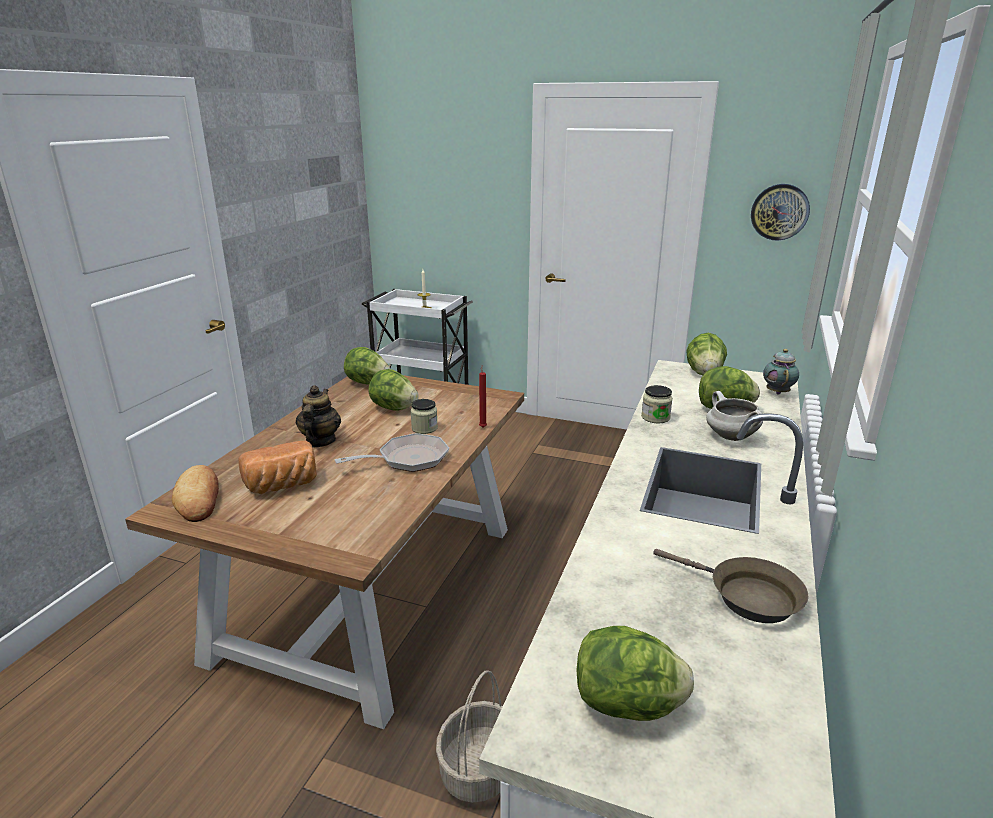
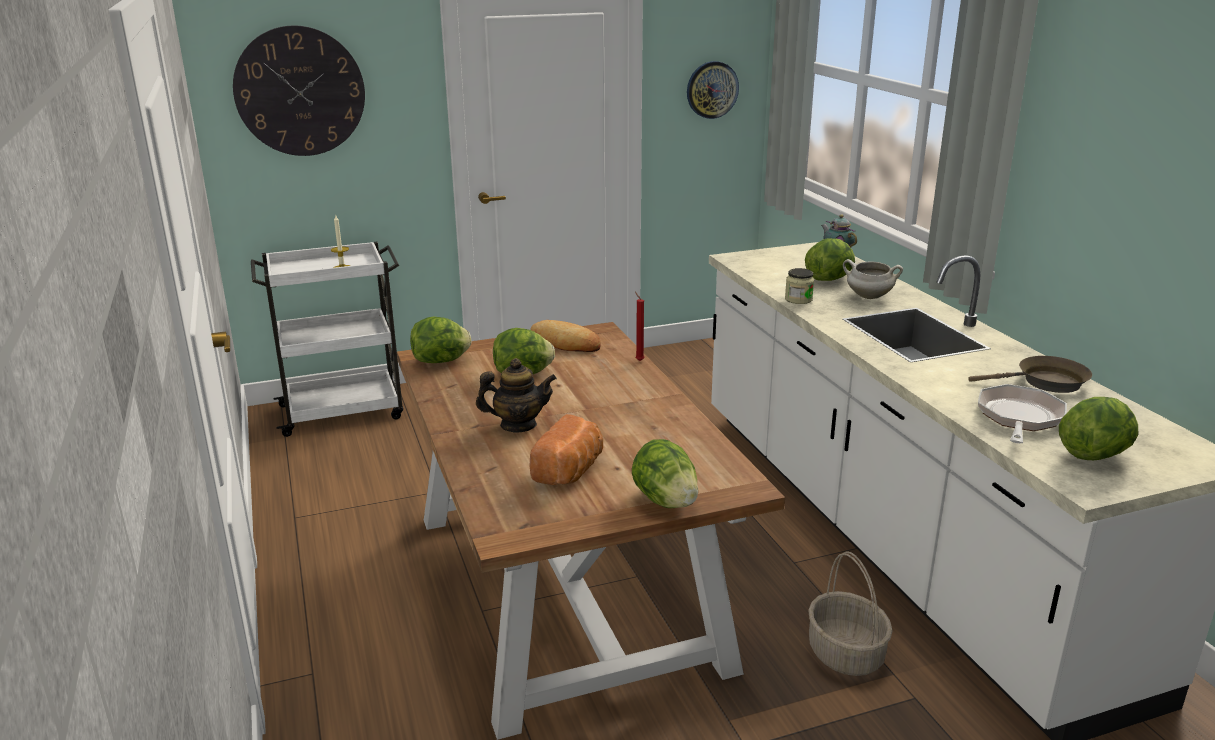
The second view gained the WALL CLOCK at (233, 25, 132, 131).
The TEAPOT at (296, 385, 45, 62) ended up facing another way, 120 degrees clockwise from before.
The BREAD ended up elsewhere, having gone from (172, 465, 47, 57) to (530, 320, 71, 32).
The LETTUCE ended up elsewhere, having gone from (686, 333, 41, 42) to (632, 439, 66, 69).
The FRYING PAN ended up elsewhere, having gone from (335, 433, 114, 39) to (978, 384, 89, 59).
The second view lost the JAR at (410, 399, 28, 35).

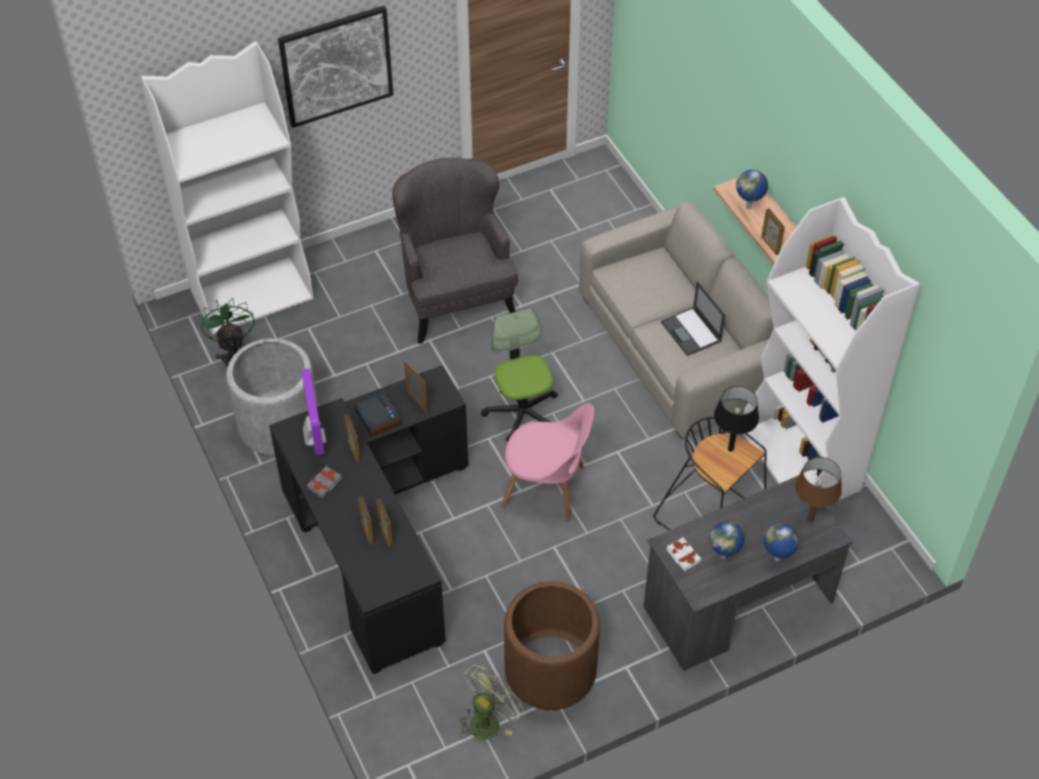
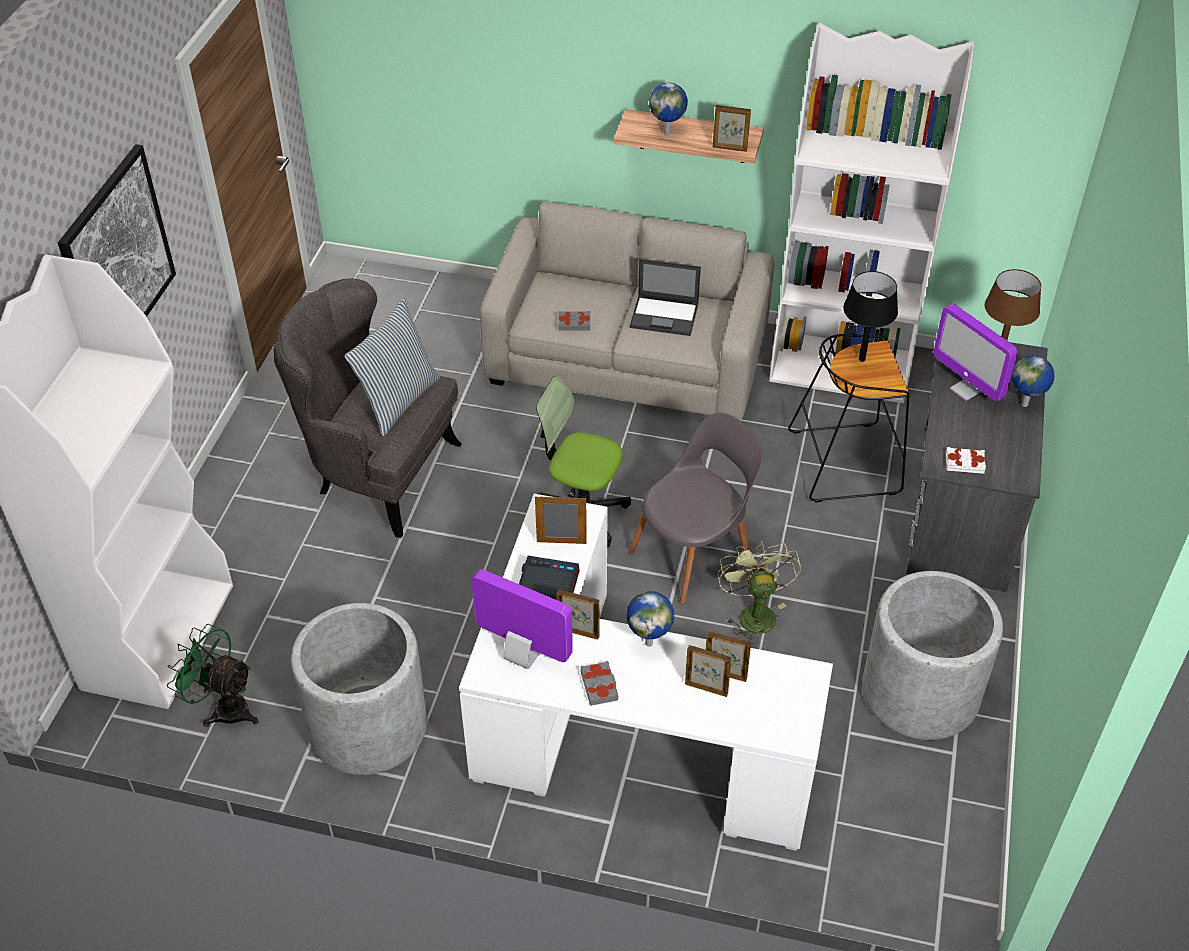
The second view gained the PILLOW at (344, 298, 96, 138).
What was the BLACK DESK at (269, 365, 199, 309) turned into the WHITE DESK at (459, 494, 374, 357).
The second view gained the GREY BOOK at (558, 311, 32, 20).
The GLOBE ended up elsewhere, having gone from (709, 521, 35, 38) to (626, 591, 48, 56).
What was the PINK CHAIR at (501, 403, 93, 118) turned into the GREY CHAIR at (629, 413, 134, 191).
The GREEN FAN ended up elsewhere, having gone from (460, 665, 64, 75) to (718, 541, 83, 103).
What was the BROWN PLANTER at (504, 581, 96, 129) turned into the GREY PLANTER at (862, 571, 141, 169).
The second view gained the MONITOR at (933, 304, 85, 97).

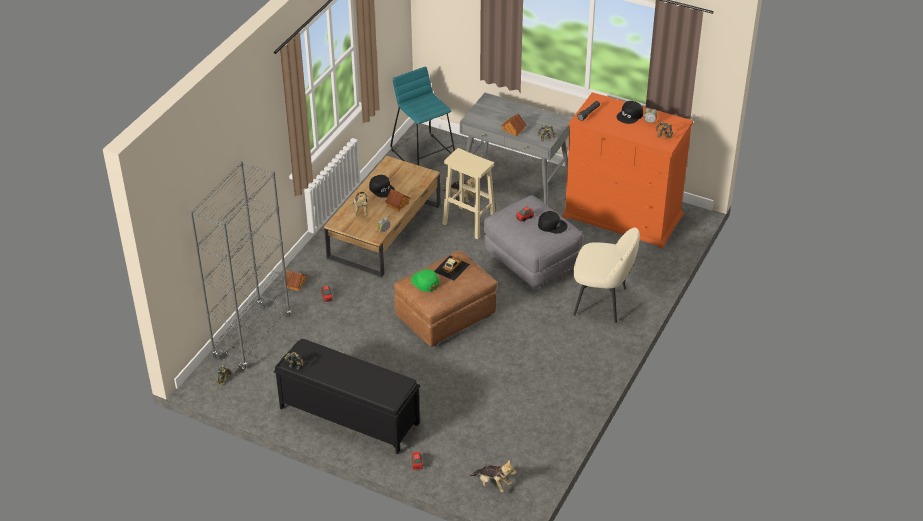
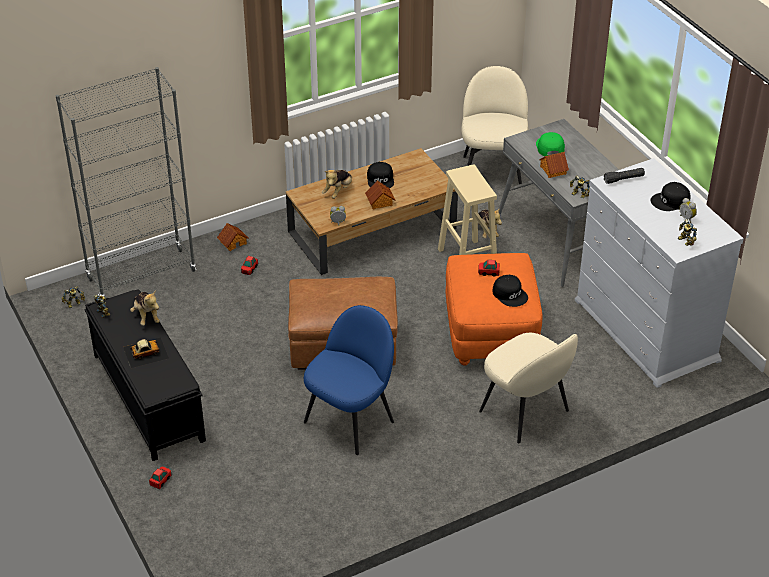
The TOY CAR ended up elsewhere, having gone from (434, 256, 36, 25) to (123, 337, 46, 31).
The PLUSH TOY ended up elsewhere, having gone from (470, 460, 47, 32) to (130, 292, 30, 34).
The second view gained the BLUE CHAIR at (304, 305, 90, 150).
What was the GREY OTTOMAN at (484, 195, 99, 97) turned into the ORANGE OTTOMAN at (446, 253, 96, 113).
Where the TURQUOISE STOOL stood at (390, 67, 65, 99), the BEIGE CHAIR came to stand at (461, 66, 67, 118).
The GREEN CAP ended up elsewhere, having gone from (411, 269, 28, 23) to (536, 132, 29, 24).
What was the ORANGE DRESSER at (562, 92, 131, 157) turned into the WHITE DRESSER at (575, 158, 169, 230).

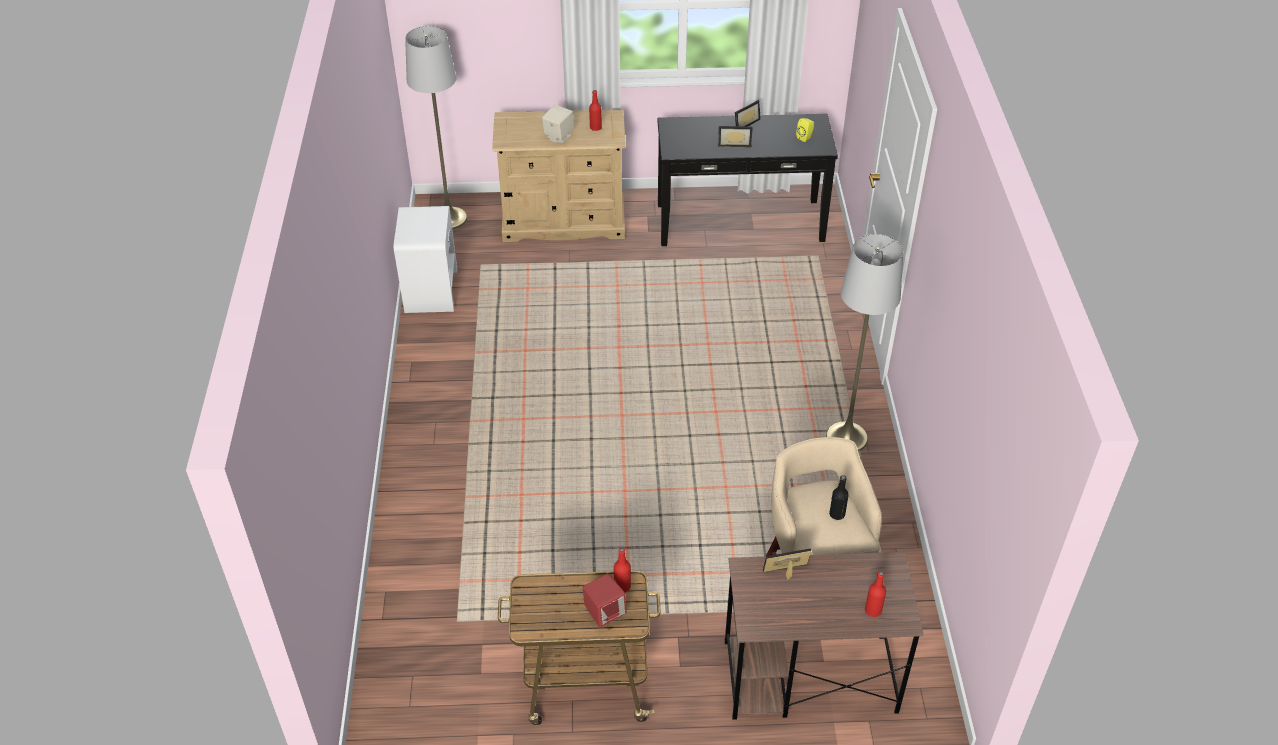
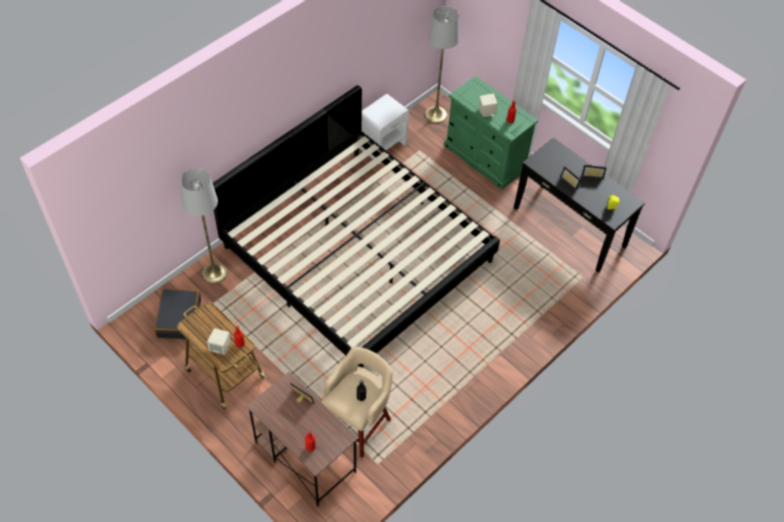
The second view gained the BLACK SUITCASE at (154, 289, 47, 50).
The GREY FLOOR LAMP ended up elsewhere, having gone from (826, 234, 77, 217) to (180, 168, 47, 116).
What was the RED SPEAKER at (583, 574, 44, 53) turned into the BEIGE SPEAKER at (207, 328, 23, 27).
The second view gained the BED at (213, 85, 287, 283).
What was the BEIGE DRESSER at (492, 109, 134, 133) turned into the GREEN DRESSER at (444, 76, 94, 114).

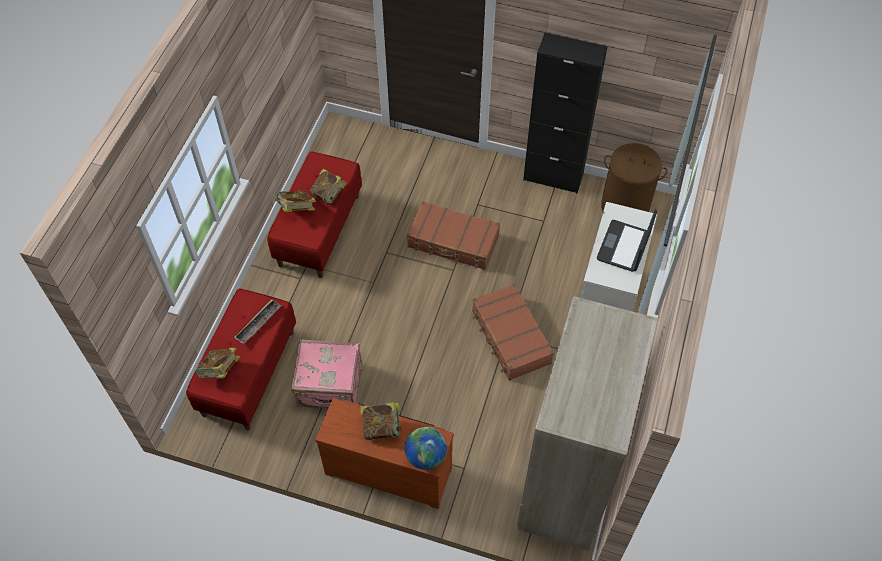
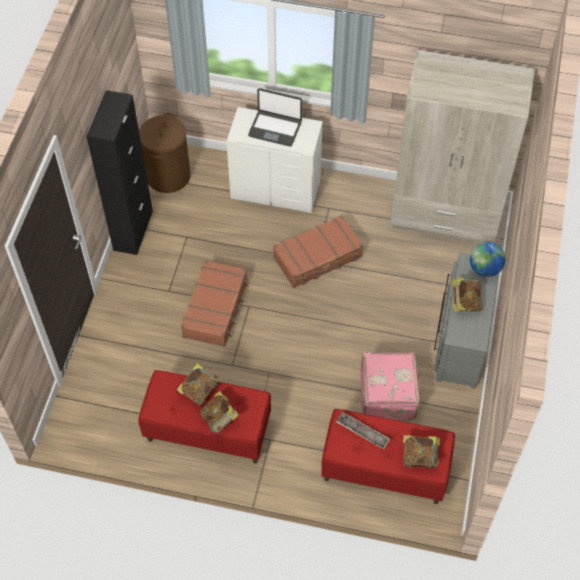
What was the BROWN DRESSER at (315, 398, 139, 111) turned into the GREY DRESSER at (434, 252, 65, 137).

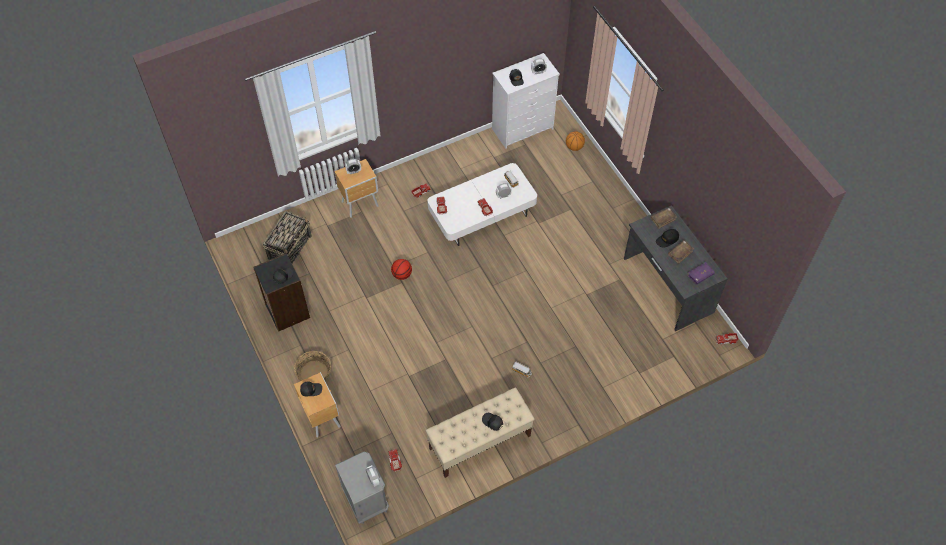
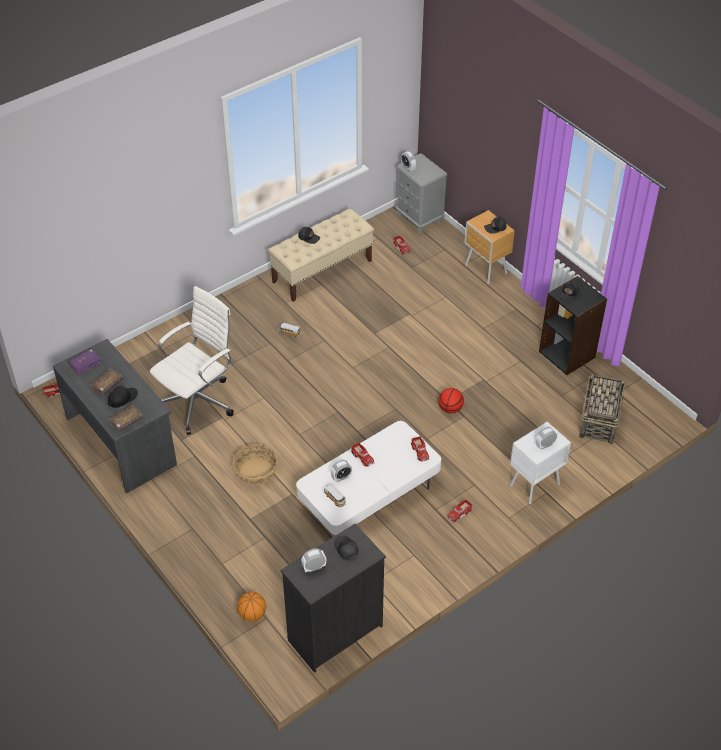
The second view gained the WHITE OFFICE CHAIR at (150, 286, 84, 149).
The BASKET ended up elsewhere, having gone from (294, 351, 37, 30) to (233, 444, 45, 40).
What was the WHITE DRESSER at (492, 53, 68, 96) turned into the BLACK DRESSER at (281, 524, 105, 149).
What was the BROWN NIGHTSTAND at (335, 159, 44, 59) turned into the WHITE NIGHTSTAND at (510, 422, 61, 82).

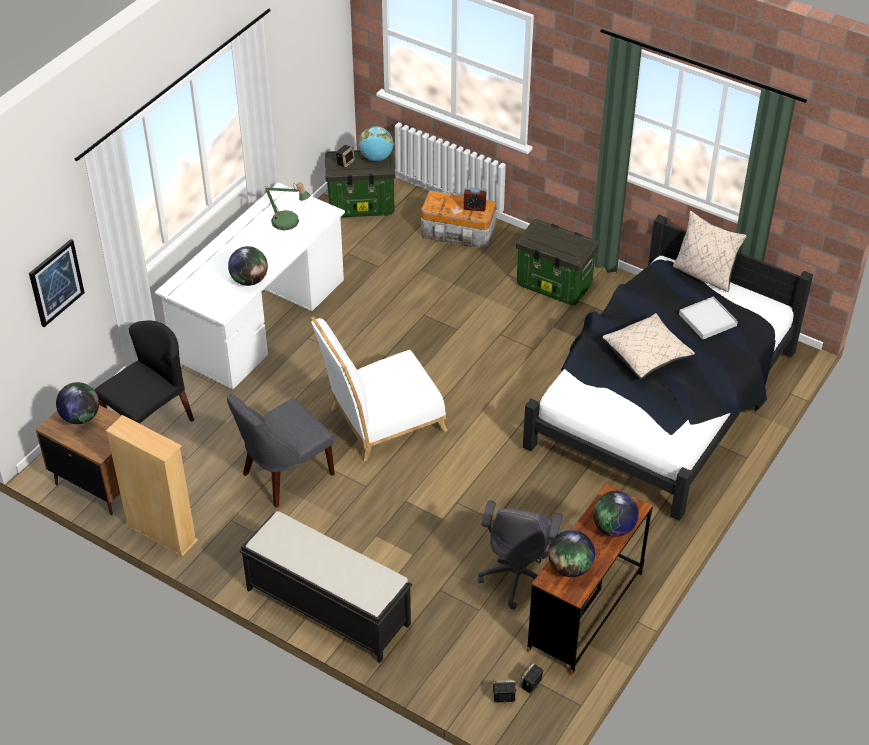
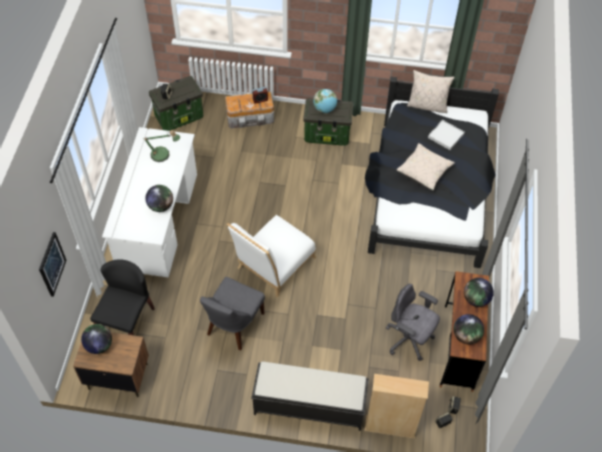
The GLOBE ended up elsewhere, having gone from (359, 126, 35, 35) to (313, 89, 24, 24).
The BEIGE BOOKCASE ended up elsewhere, having gone from (106, 415, 92, 142) to (365, 374, 64, 64).
The GREY OFFICE CHAIR at (478, 500, 85, 109) ended up facing another way, 135 degrees clockwise from before.

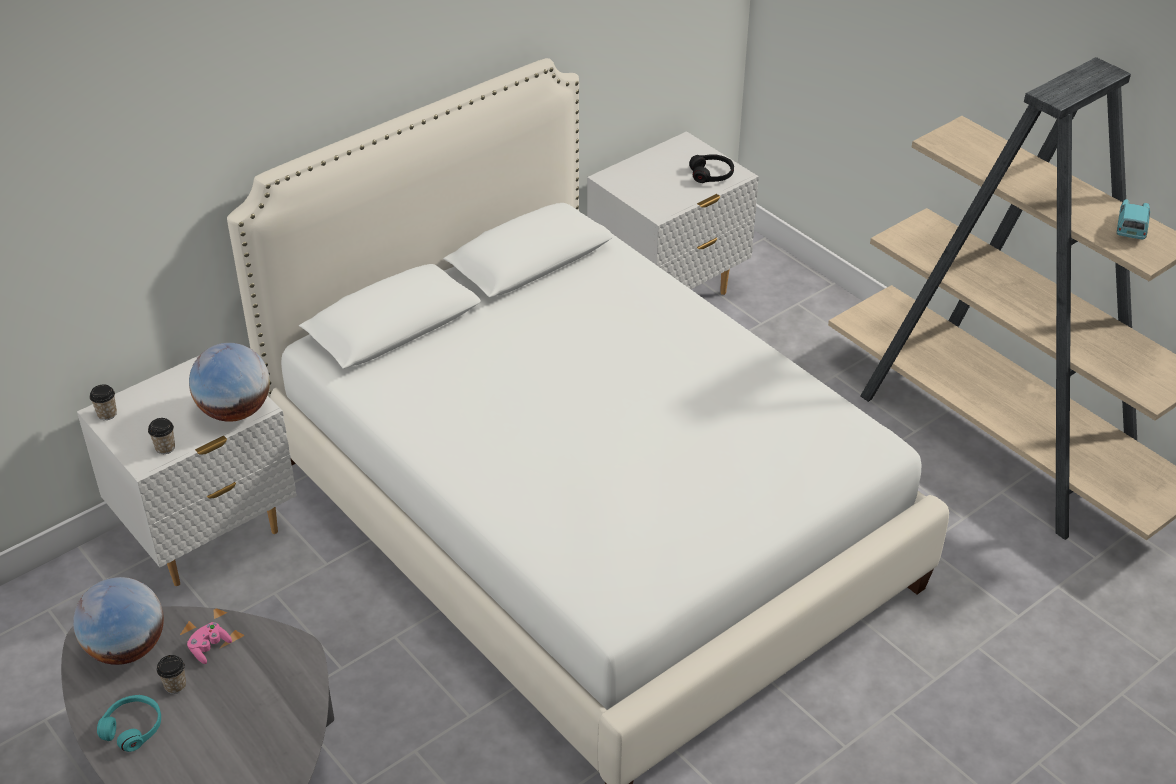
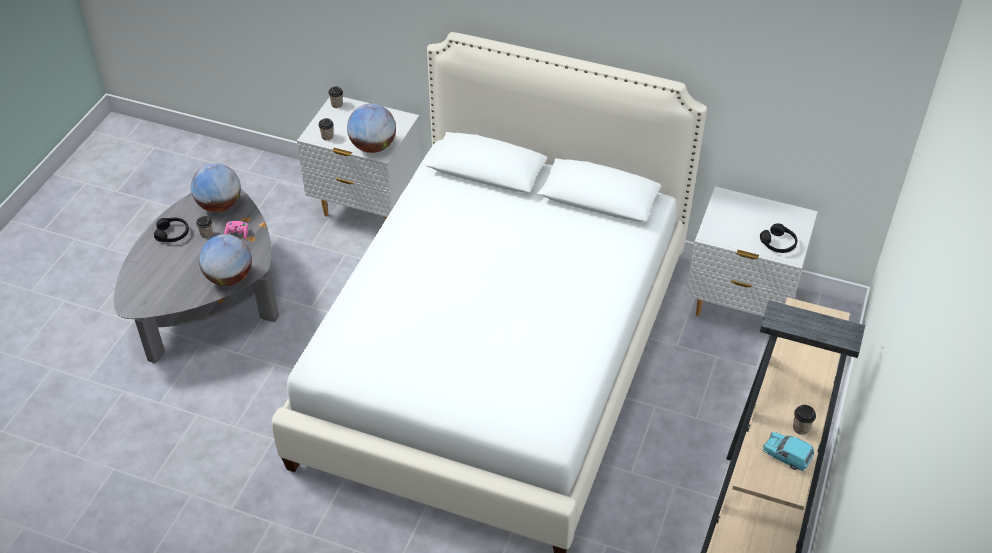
What was the TURQUOISE HEADPHONES at (97, 695, 64, 57) turned into the BLACK HEADPHONES at (154, 217, 35, 25).
The second view gained the GLOBE at (199, 234, 53, 52).
The TURQUOISE TOY CAR at (1116, 199, 34, 41) ended up facing another way, 135 degrees counterclockwise from before.
The second view gained the CUP at (793, 405, 23, 30).

